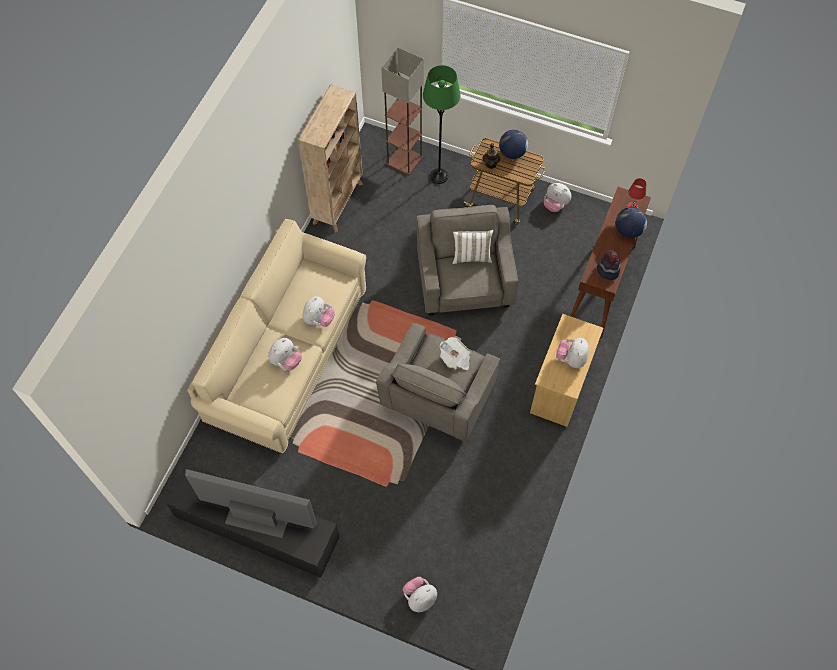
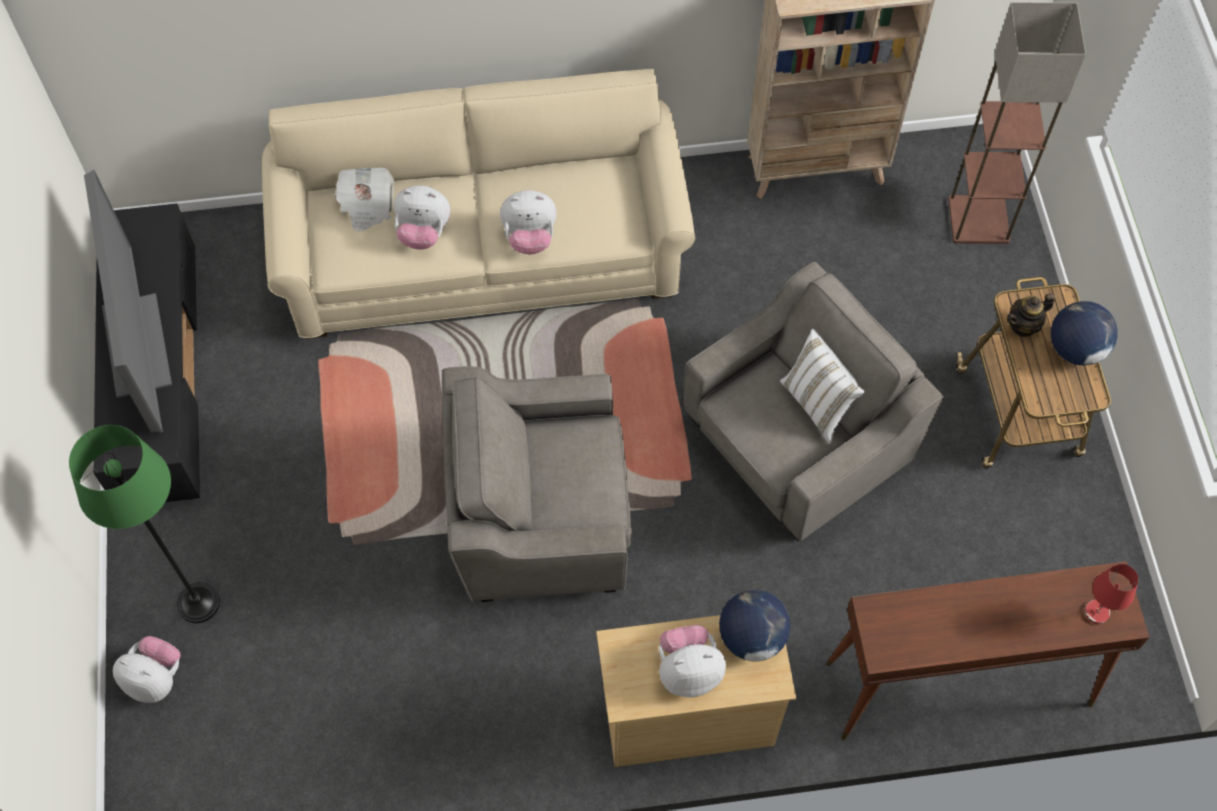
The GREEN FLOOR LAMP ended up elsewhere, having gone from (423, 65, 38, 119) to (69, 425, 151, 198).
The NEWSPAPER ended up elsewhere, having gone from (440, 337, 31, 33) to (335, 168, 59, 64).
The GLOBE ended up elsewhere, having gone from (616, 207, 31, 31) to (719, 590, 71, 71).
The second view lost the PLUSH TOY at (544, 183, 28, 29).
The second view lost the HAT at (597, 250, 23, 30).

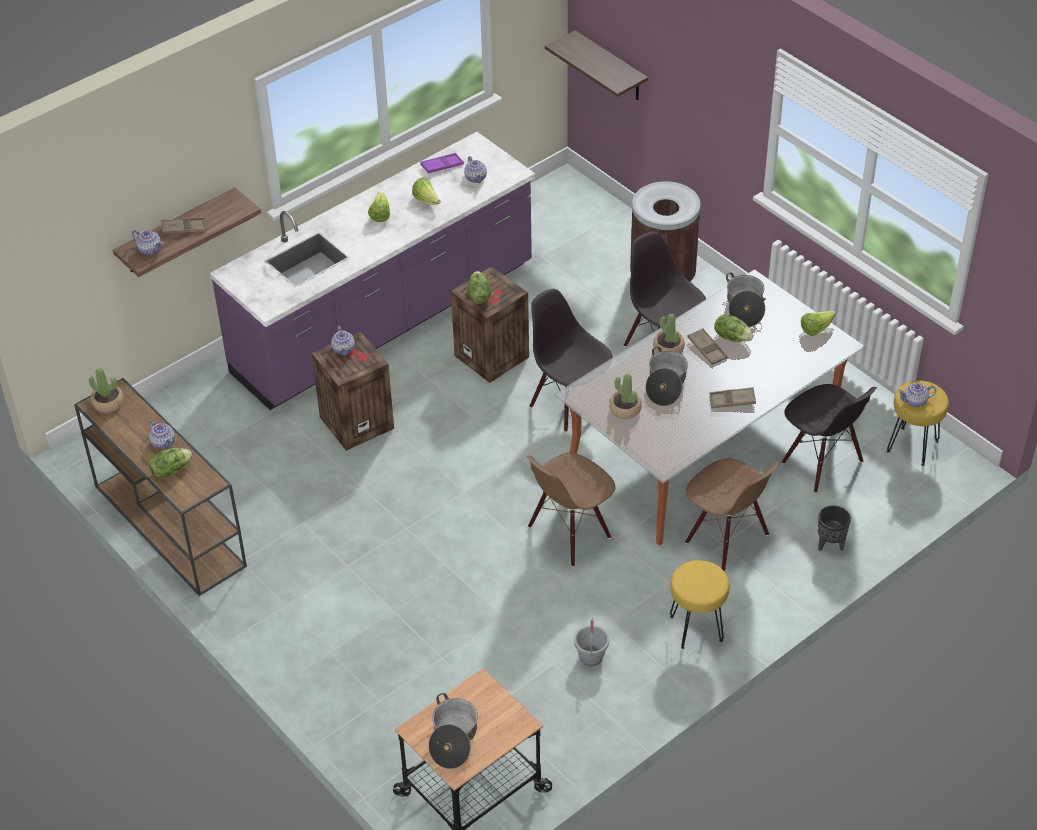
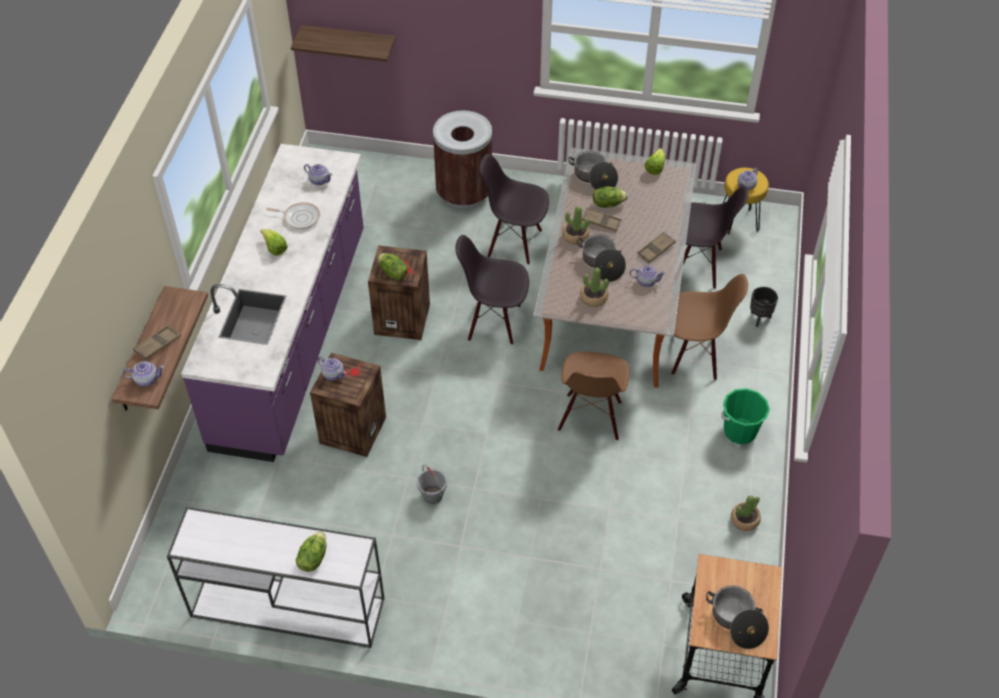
What was the BROWN CONSOLE TABLE at (74, 378, 173, 218) turned into the WHITE CONSOLE TABLE at (167, 507, 217, 141).
Where the LETTUCE stood at (412, 178, 29, 27), the FRYING PAN came to stand at (266, 202, 54, 27).
The GREY BUCKET ended up elsewhere, having gone from (574, 617, 35, 49) to (417, 465, 30, 39).
The TEAPOT ended up elsewhere, having gone from (149, 420, 26, 29) to (630, 265, 36, 22).
Where the YELLOW STOOL stood at (670, 560, 60, 89), the GREEN BUCKET came to stand at (721, 388, 49, 56).
The POTTED PLANT ended up elsewhere, having gone from (89, 368, 35, 45) to (731, 495, 30, 36).
The second view lost the PURPLE TRAY at (420, 153, 44, 20).

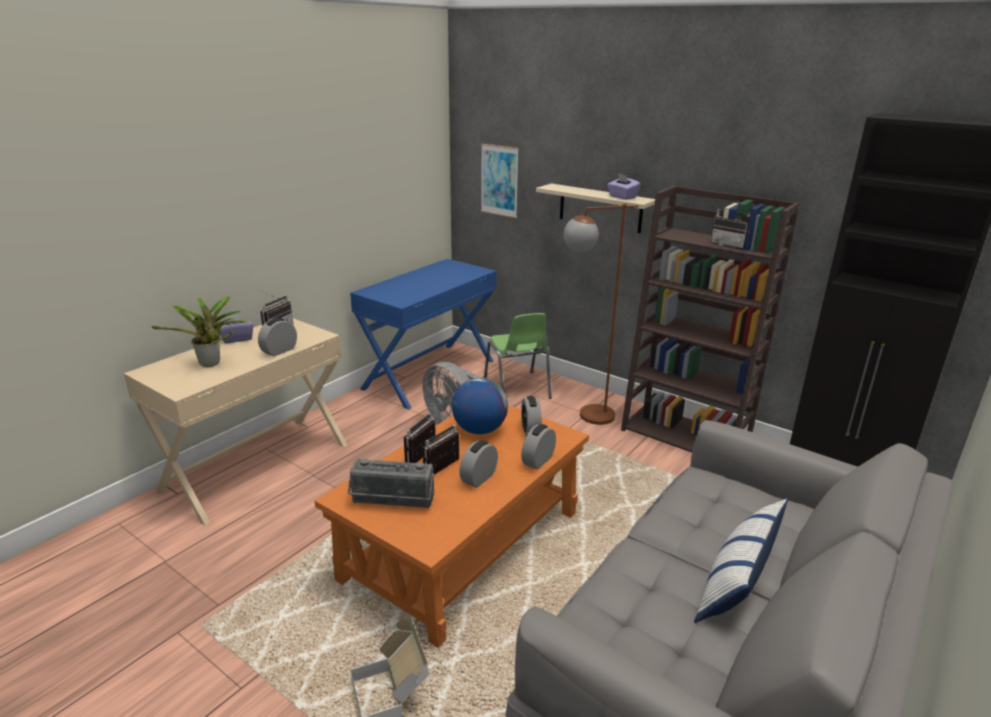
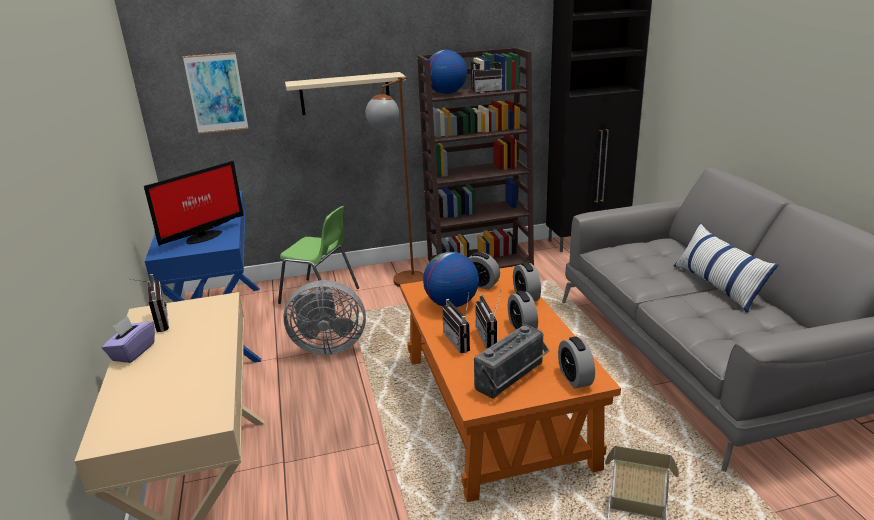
The second view gained the MONITOR at (144, 161, 100, 85).
The second view gained the GLOBE at (429, 50, 38, 44).
The ALARM CLOCK ended up elsewhere, having gone from (258, 318, 39, 39) to (558, 337, 37, 52).
The second view lost the POTTED PLANT at (152, 296, 98, 71).
The second view lost the PURPLE TISSUE BOX at (607, 173, 34, 27).

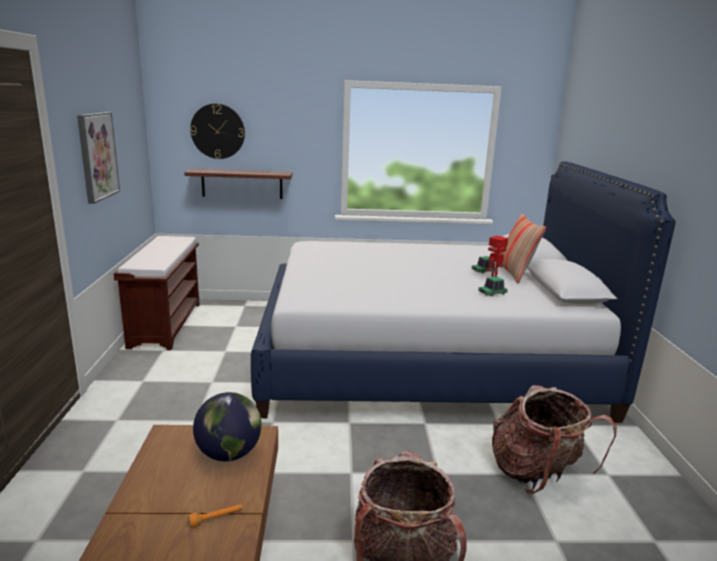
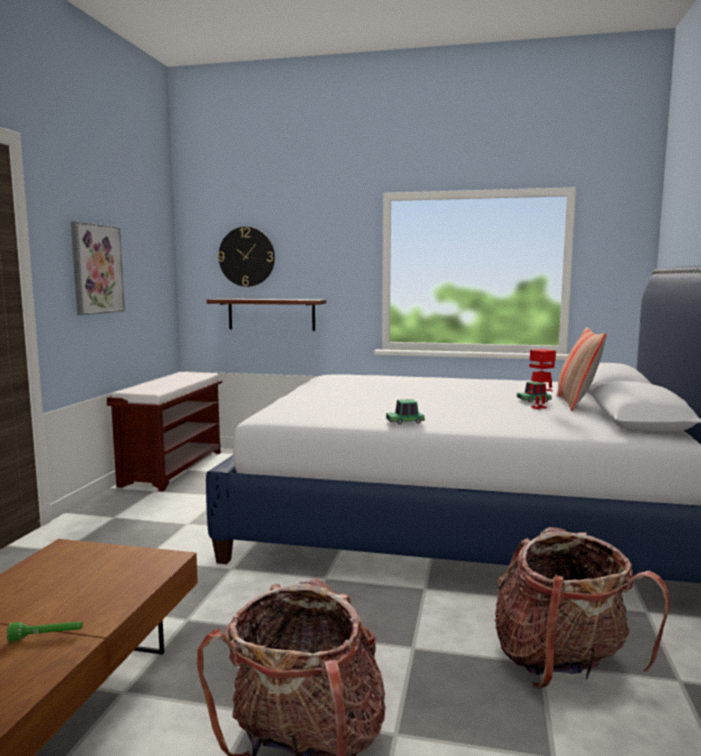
What was the ORANGE FLASHLIGHT at (188, 504, 54, 24) turned into the GREEN FLASHLIGHT at (7, 621, 76, 20).
The TOY CAR ended up elsewhere, having gone from (478, 276, 30, 20) to (386, 399, 39, 25).
The second view lost the GLOBE at (193, 392, 69, 69).

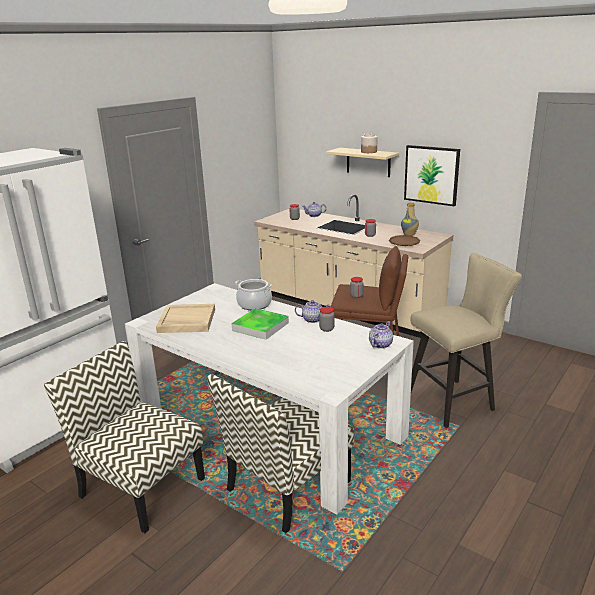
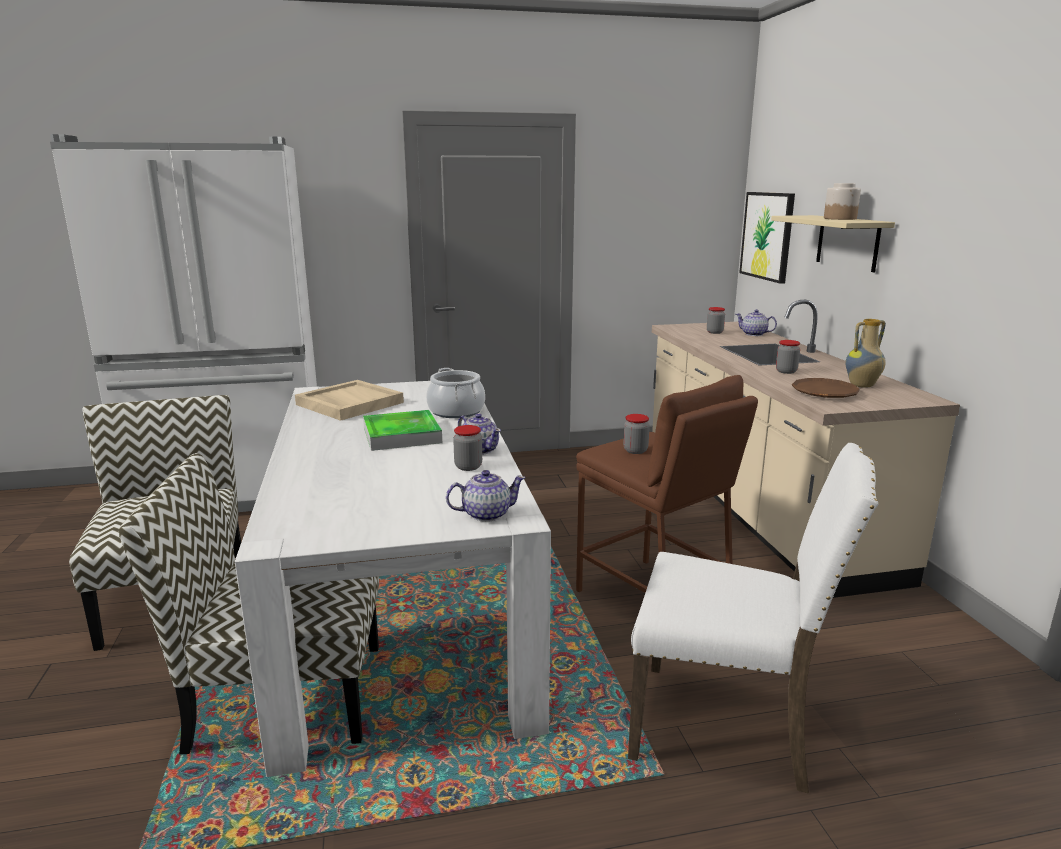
Where the BEIGE STOOL stood at (411, 253, 111, 175), the WHITE CHAIR came to stand at (628, 443, 250, 350).
The PICTURE ended up elsewhere, having gone from (404, 145, 56, 61) to (739, 192, 56, 92).

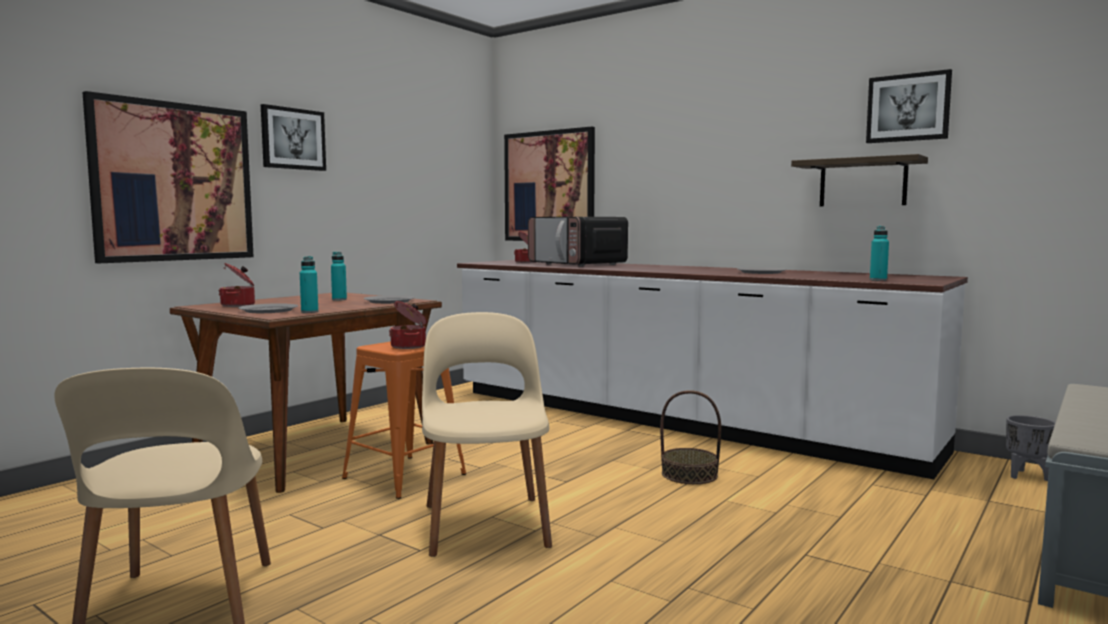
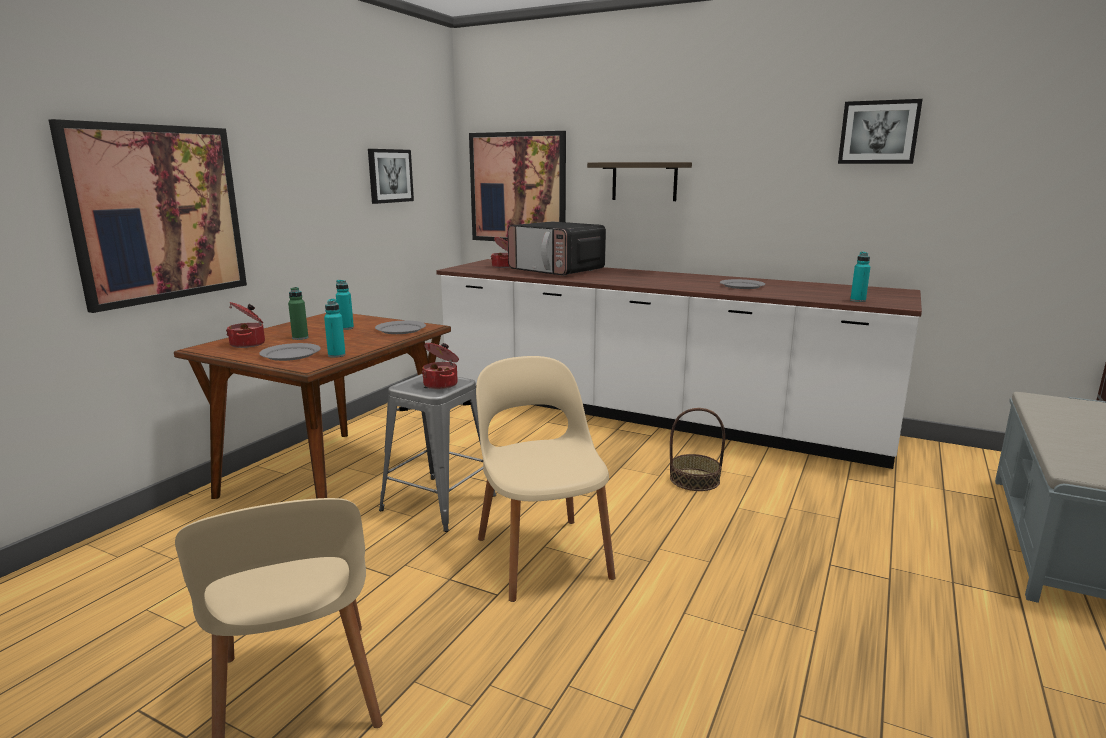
The second view gained the GREEN BOTTLE at (288, 287, 20, 53).
The PICTURE ended up elsewhere, having gone from (261, 104, 65, 67) to (368, 149, 46, 55).
What was the ORANGE STOOL at (342, 342, 124, 157) turned into the GREY STOOL at (379, 374, 117, 158).
The SHELF ended up elsewhere, having gone from (791, 154, 137, 52) to (587, 162, 105, 39).
The second view lost the GREY PLANTER at (1006, 415, 50, 66).

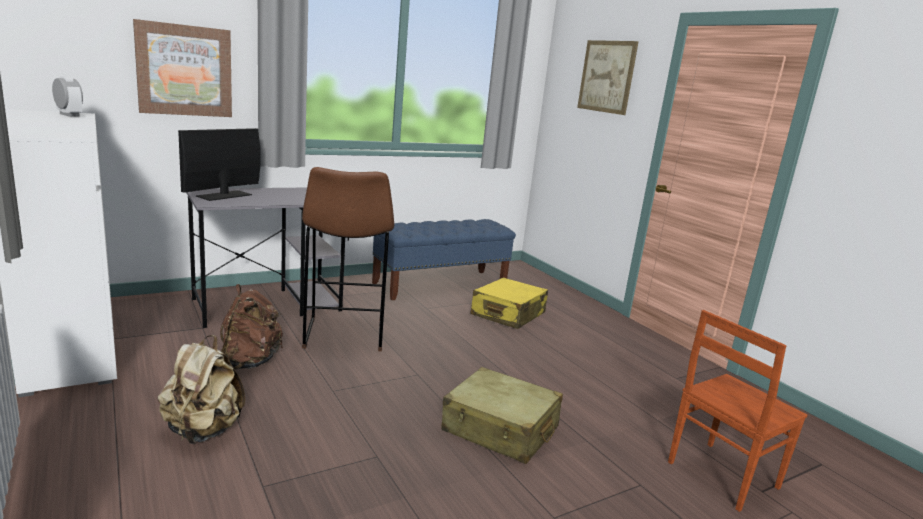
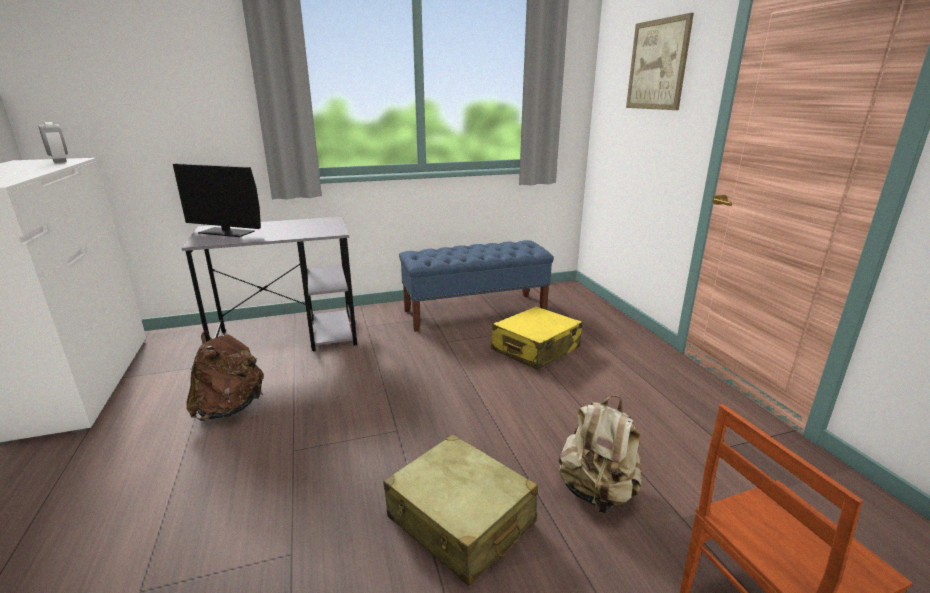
The MONITOR at (178, 128, 82, 73) ended up facing another way, 120 degrees counterclockwise from before.
The BEIGE BACKPACK ended up elsewhere, having gone from (158, 335, 87, 109) to (559, 396, 83, 117).
The second view lost the PICTURE at (133, 19, 99, 98).
The second view lost the BROWN STOOL at (302, 167, 92, 184).

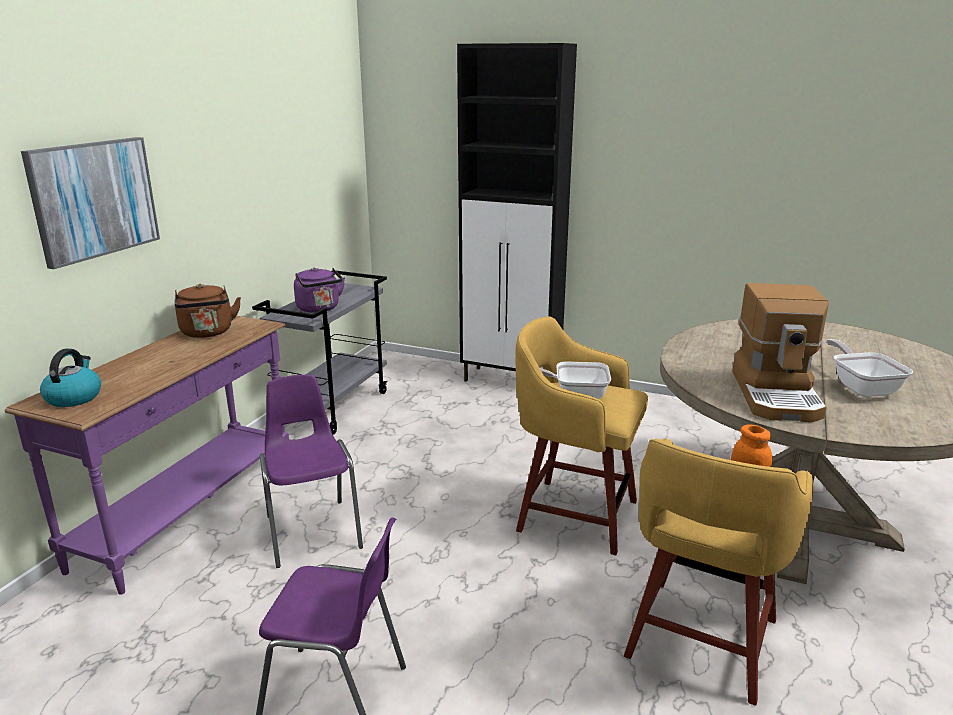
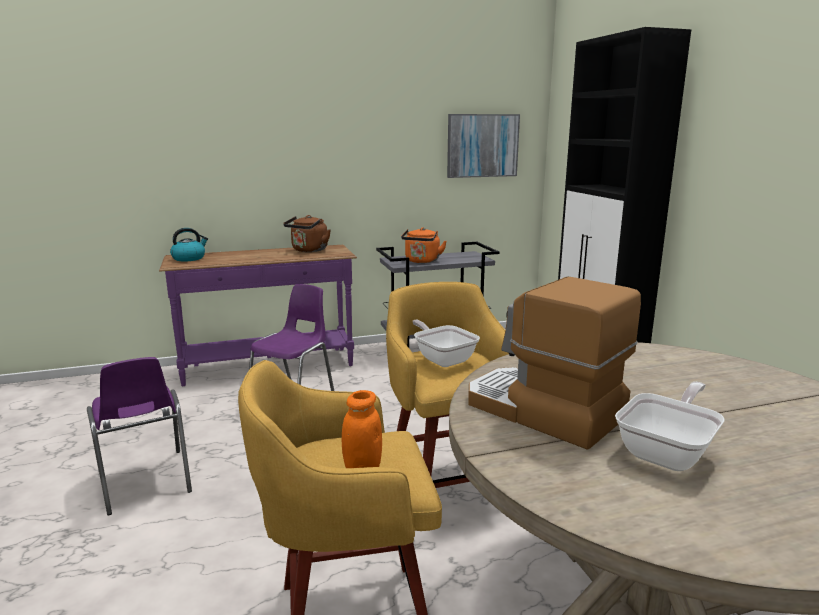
What was the PURPLE KETTLE at (294, 267, 51, 46) turned into the ORANGE KETTLE at (401, 227, 46, 36).
The PICTURE ended up elsewhere, having gone from (21, 137, 139, 132) to (447, 114, 73, 64).
The COFFEE MACHINE at (732, 283, 97, 139) ended up facing another way, 75 degrees clockwise from before.

